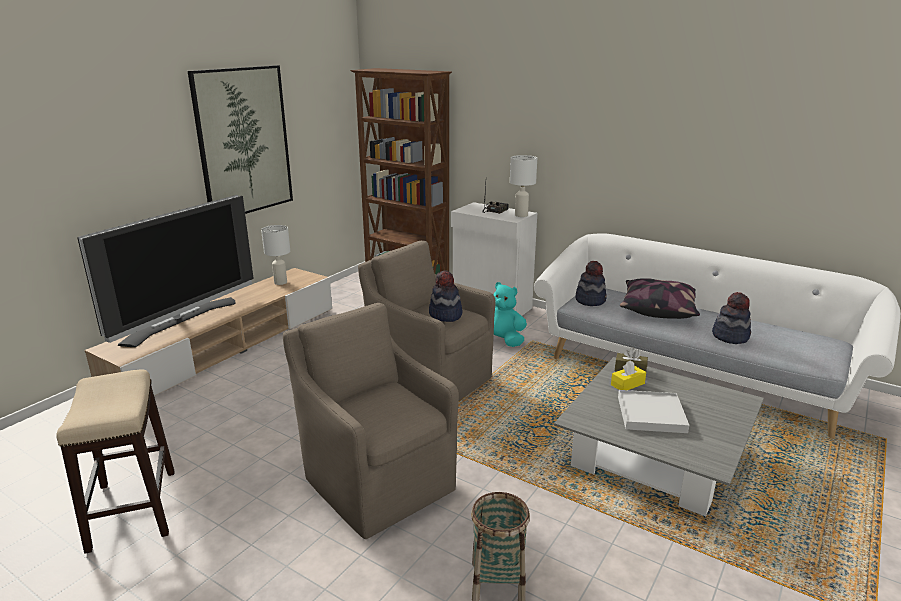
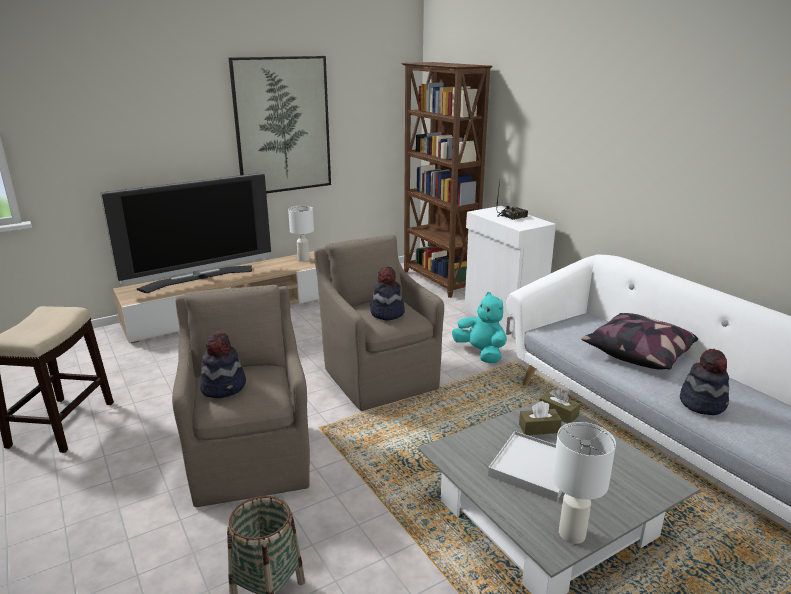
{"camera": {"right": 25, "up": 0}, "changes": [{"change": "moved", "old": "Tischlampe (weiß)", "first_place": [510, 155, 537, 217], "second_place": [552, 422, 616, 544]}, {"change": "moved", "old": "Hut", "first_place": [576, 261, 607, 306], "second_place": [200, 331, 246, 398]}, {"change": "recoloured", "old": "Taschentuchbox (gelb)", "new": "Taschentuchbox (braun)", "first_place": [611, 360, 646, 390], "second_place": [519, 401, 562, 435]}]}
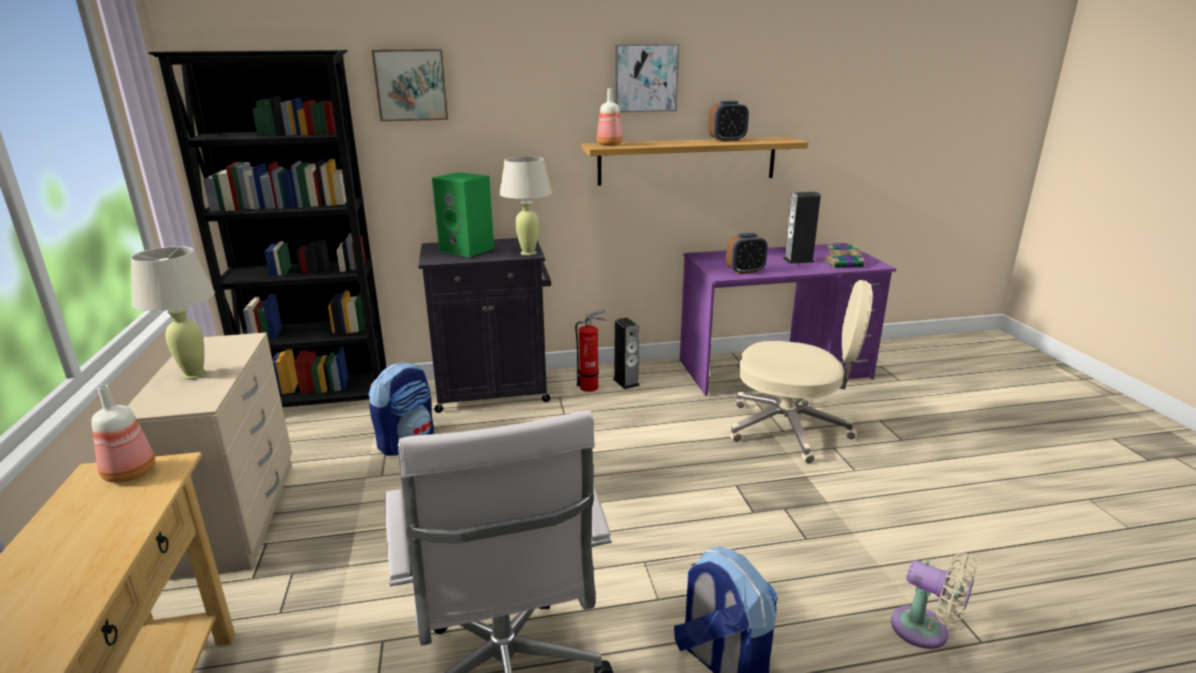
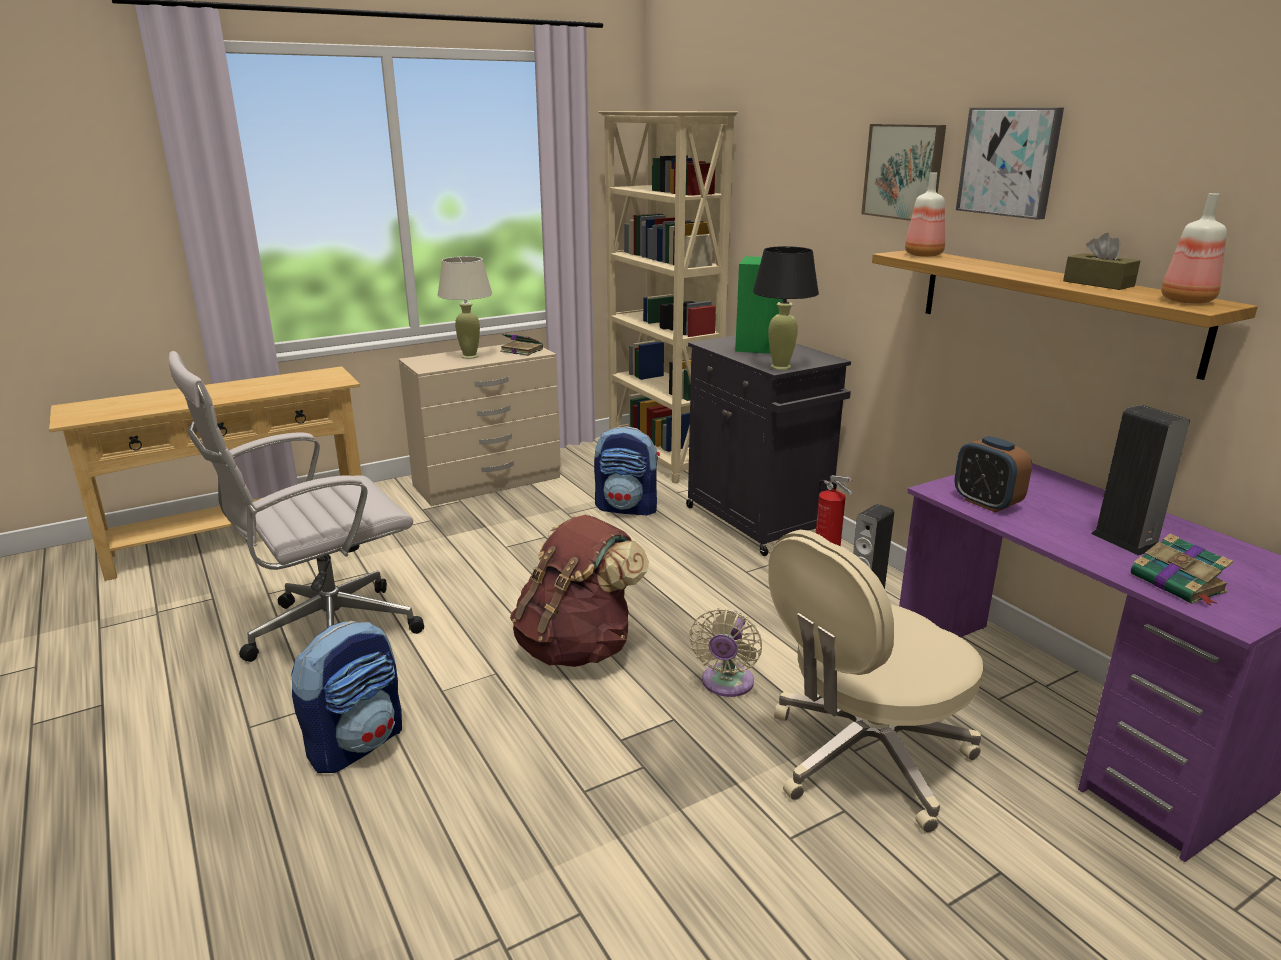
{"camera": {"right": 70, "up": 0}, "changes": [{"change": "moved", "old": "Flasche", "first_place": [91, 385, 155, 483], "second_place": [1161, 193, 1227, 304]}, {"change": "recoloured", "old": "Bücherregal (schwarz)", "new": "Bücherregal (beige)", "first_place": [148, 50, 387, 408], "second_place": [598, 111, 738, 484]}, {"change": "moved", "old": "Bild", "first_place": [372, 49, 448, 121], "second_place": [861, 124, 946, 221]}, {"change": "recoloured", "old": "Tischlampe (beige)", "new": "Tischlampe (schwarz)", "first_place": [499, 156, 552, 255], "second_place": [753, 246, 819, 370]}, {"change": "replaced", "old": "Wecker", "new": "Taschentuchbox (braun)", "first_place": [708, 101, 749, 142], "second_place": [1063, 233, 1140, 290]}, {"change": "turned", "old": "Bürostuhl (beige)", "first_place": [730, 280, 873, 464], "second_place": [768, 530, 984, 833], "degrees": 60}, {"change": "moved", "old": "Ventilator (beige)", "first_place": [891, 553, 977, 649], "second_place": [689, 608, 762, 697]}, {"change": "added", "new": "Buch", "second_place": [500, 333, 543, 356]}, {"change": "added", "new": "Rucksack (braun)", "second_place": [510, 515, 649, 667]}]}
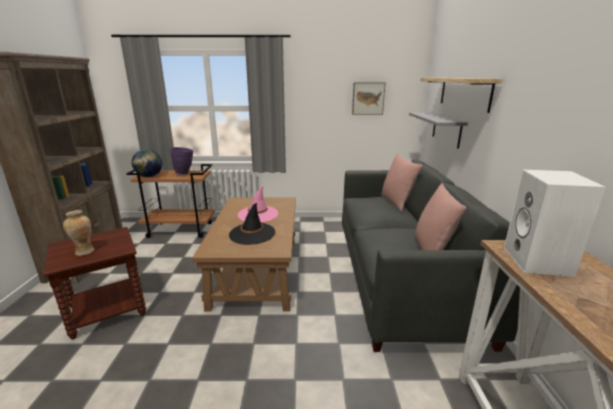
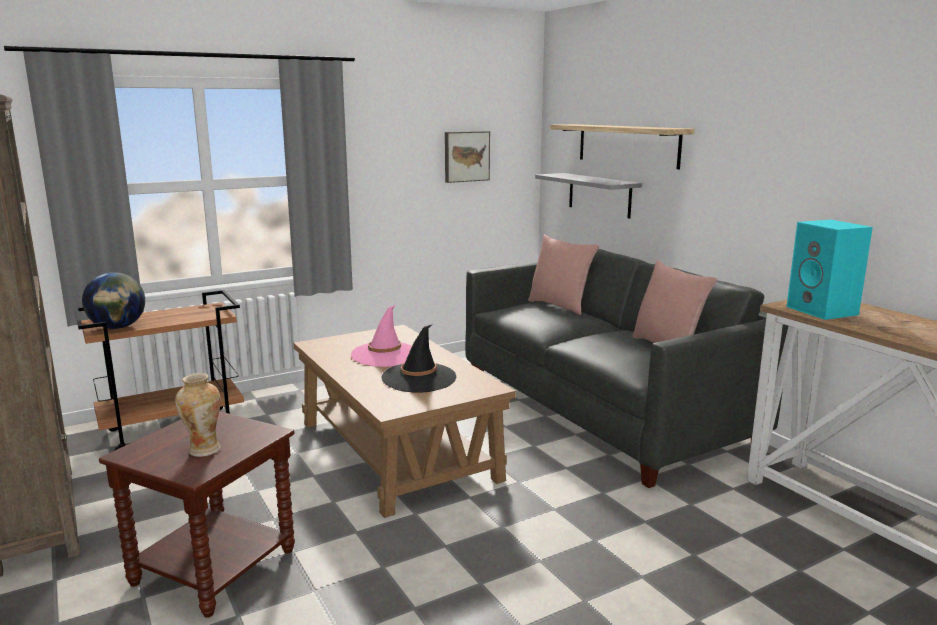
{"camera": {"right": -30, "up": -5}, "changes": [{"change": "removed", "old": "Vase (lila)", "first_place": [171, 147, 193, 174]}, {"change": "recoloured", "old": "Lautsprecher (weiß)", "new": "Lautsprecher (türkis)", "first_place": [504, 170, 606, 277], "second_place": [787, 220, 873, 320]}]}
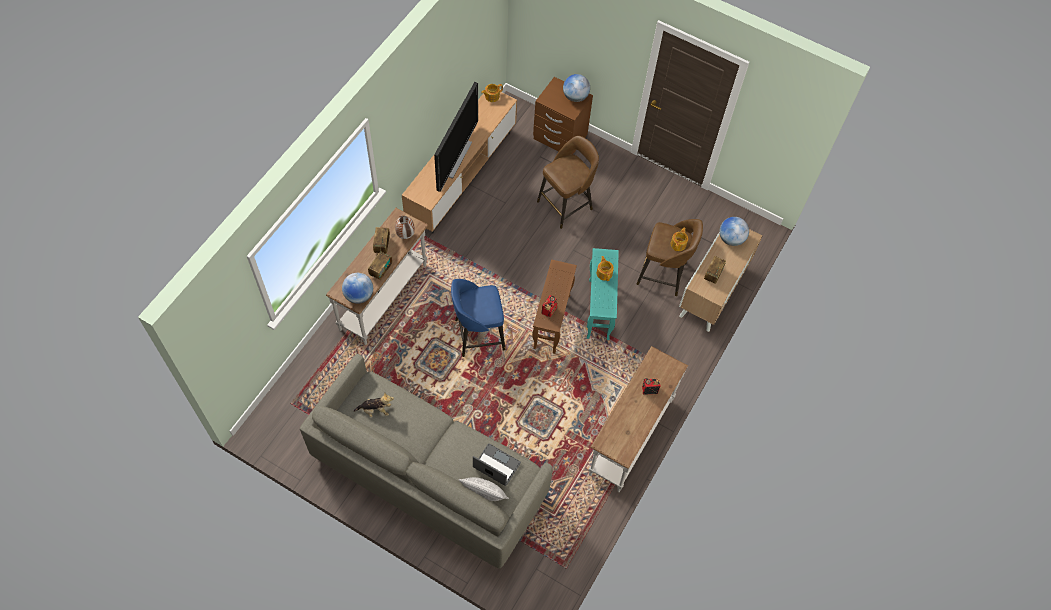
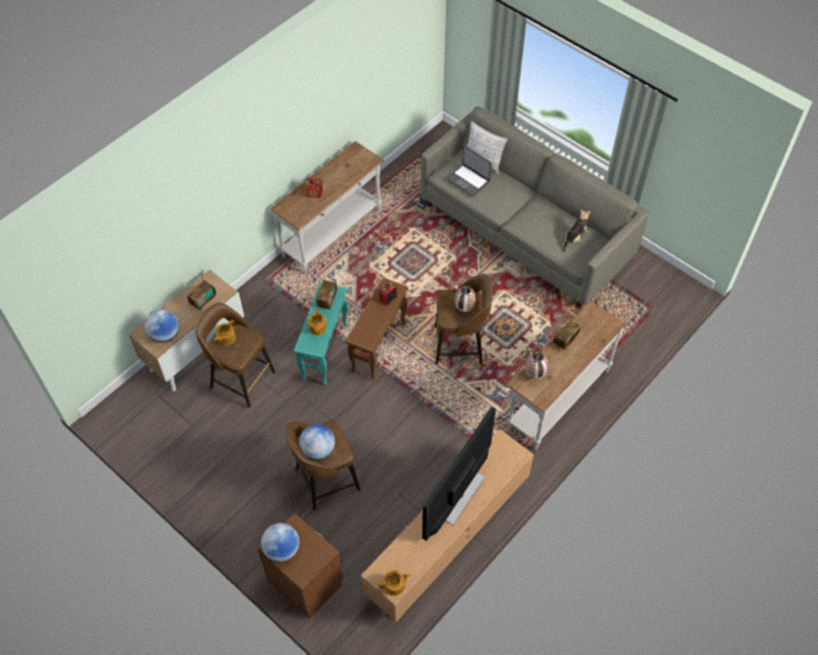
{"camera": {"right": -165, "up": -5}, "changes": [{"change": "moved", "old": "Globus", "first_place": [342, 273, 373, 304], "second_place": [299, 424, 335, 460]}, {"change": "turned", "old": "Plüschtier", "first_place": [354, 393, 394, 417], "second_place": [563, 210, 590, 252], "degrees": 120}, {"change": "moved", "old": "Radio", "first_place": [373, 227, 390, 254], "second_place": [316, 274, 337, 310]}, {"change": "recoloured", "old": "Hocker (blau)", "new": "Hocker (braun)", "first_place": [451, 279, 506, 357], "second_place": [434, 274, 493, 365]}, {"change": "added", "new": "Vase", "second_place": [455, 286, 476, 312]}]}
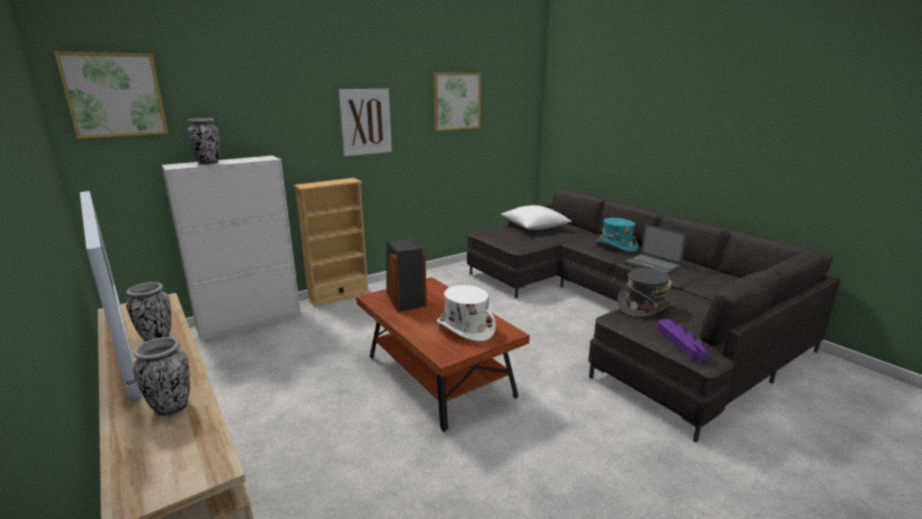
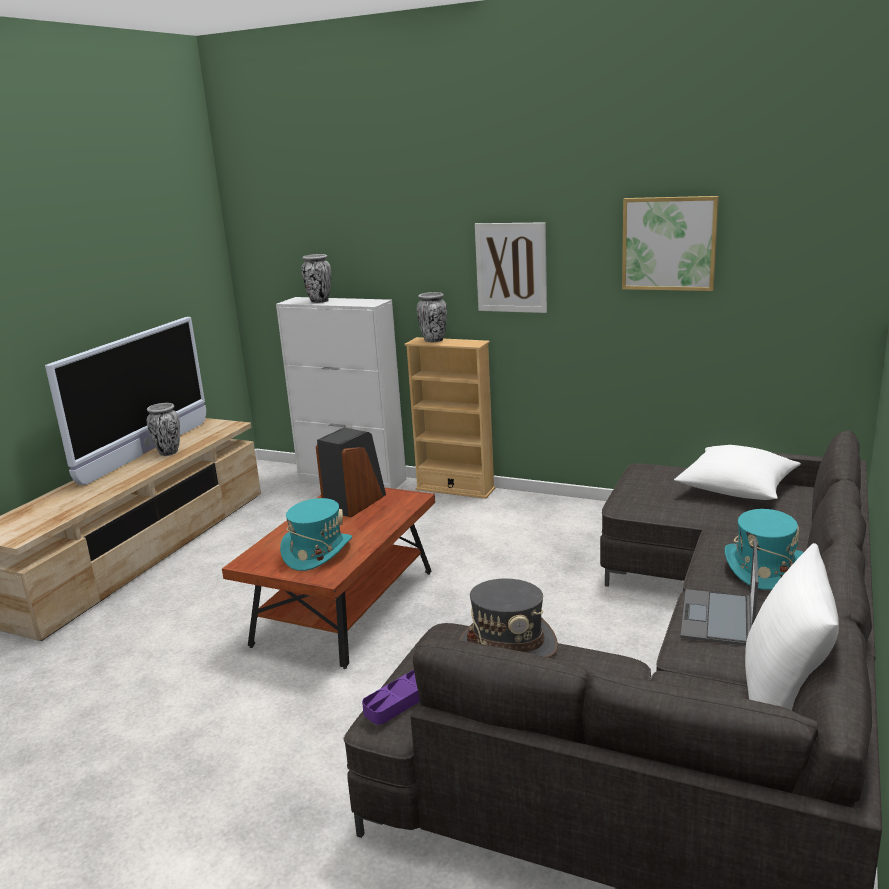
{"camera": {"right": 60, "up": 0}, "changes": [{"change": "removed", "old": "Bild", "first_place": [54, 52, 169, 139]}, {"change": "moved", "old": "Vase", "first_place": [133, 337, 190, 416], "second_place": [417, 292, 447, 342]}, {"change": "recoloured", "old": "Hut (weiß)", "new": "Hut (türkis)", "first_place": [437, 285, 496, 341], "second_place": [280, 498, 352, 571]}, {"change": "added", "new": "Kissen (weiß)", "second_place": [745, 543, 839, 711]}]}
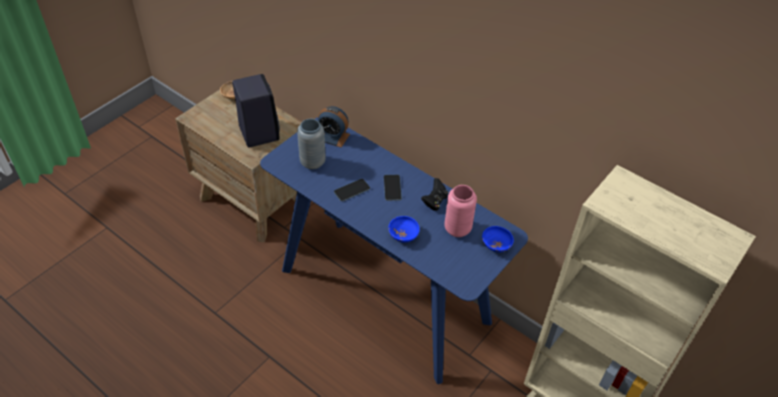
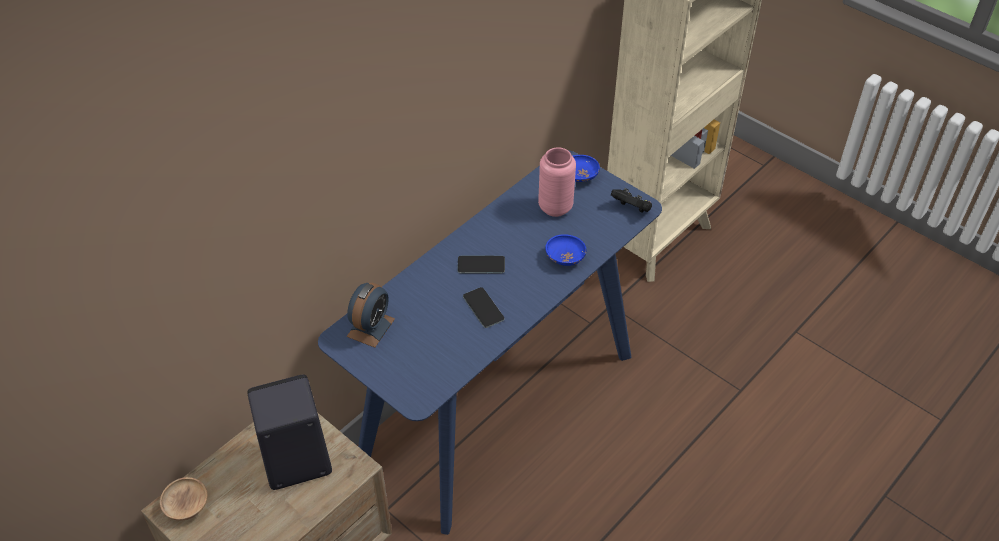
{"camera": {"right": -85, "up": 0}, "changes": [{"change": "removed", "old": "Vase (grau)", "first_place": [297, 119, 326, 170]}, {"change": "moved", "old": "Gamepad (schwarz)", "first_place": [421, 178, 448, 211], "second_place": [611, 188, 652, 213]}]}
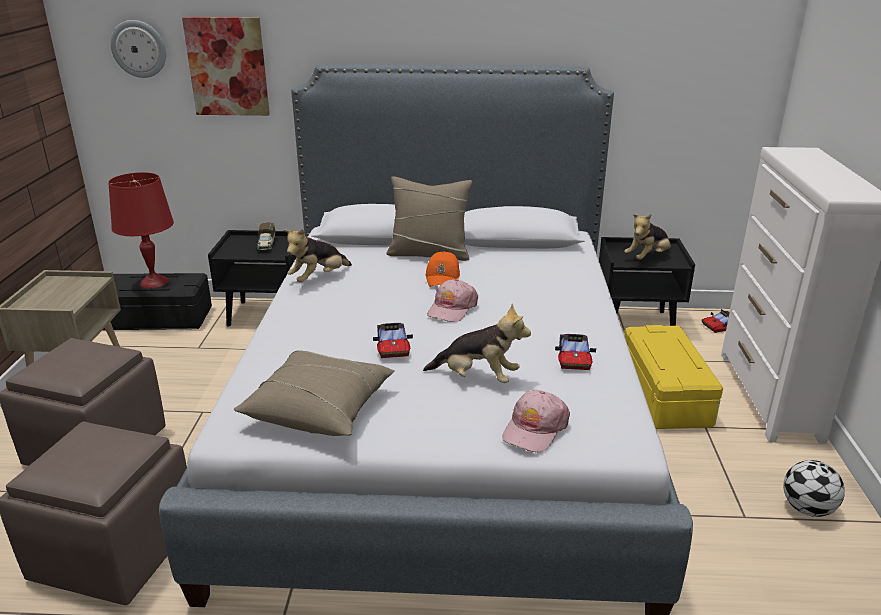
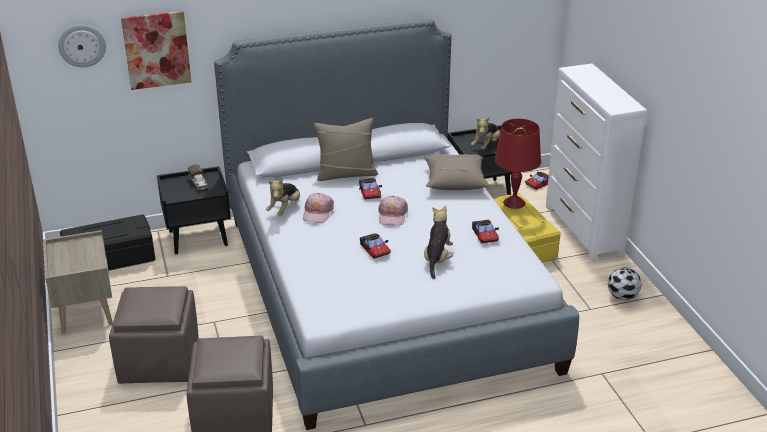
{"camera": {"right": -20, "up": 5}, "changes": [{"change": "moved", "old": "Tischlampe (rot)", "first_place": [108, 172, 174, 289], "second_place": [494, 119, 541, 209]}, {"change": "moved", "old": "Kissen (beige)", "first_place": [234, 350, 395, 436], "second_place": [424, 154, 490, 190]}, {"change": "turned", "old": "Plüschtier", "first_place": [423, 304, 531, 383], "second_place": [424, 205, 453, 279], "degrees": -75}, {"change": "replaced", "old": "Kappe (orange)", "new": "Spielzeugauto", "first_place": [425, 251, 460, 287], "second_place": [359, 178, 382, 199]}, {"change": "moved", "old": "Kappe (rosa)", "first_place": [502, 390, 570, 452], "second_place": [303, 193, 334, 223]}]}
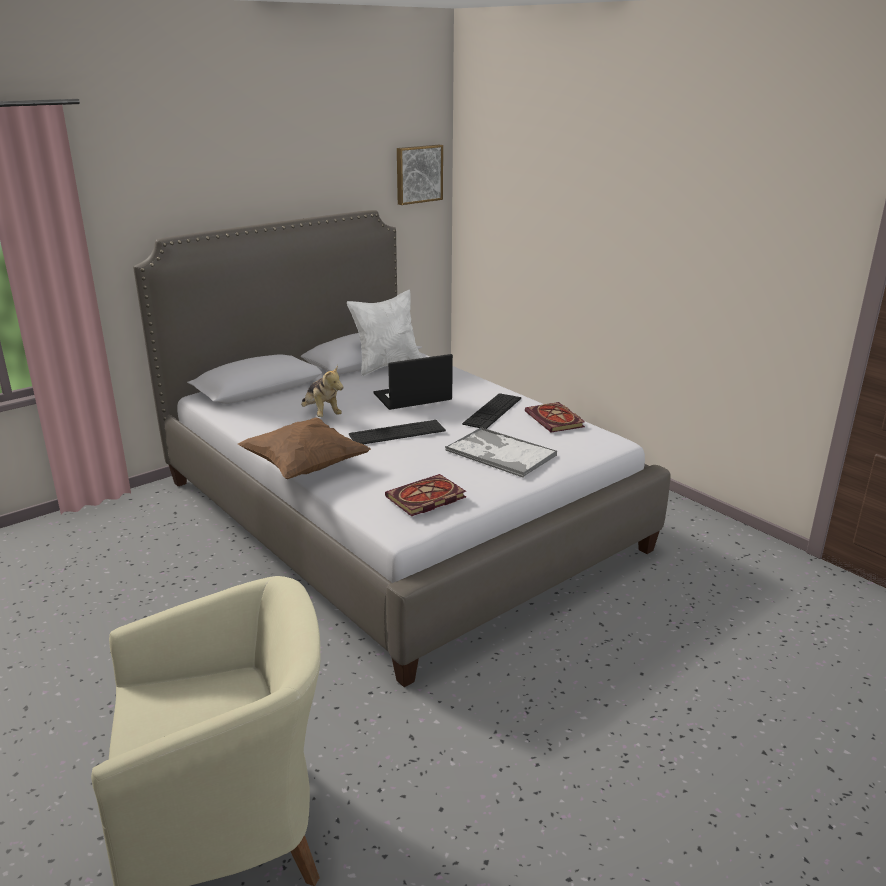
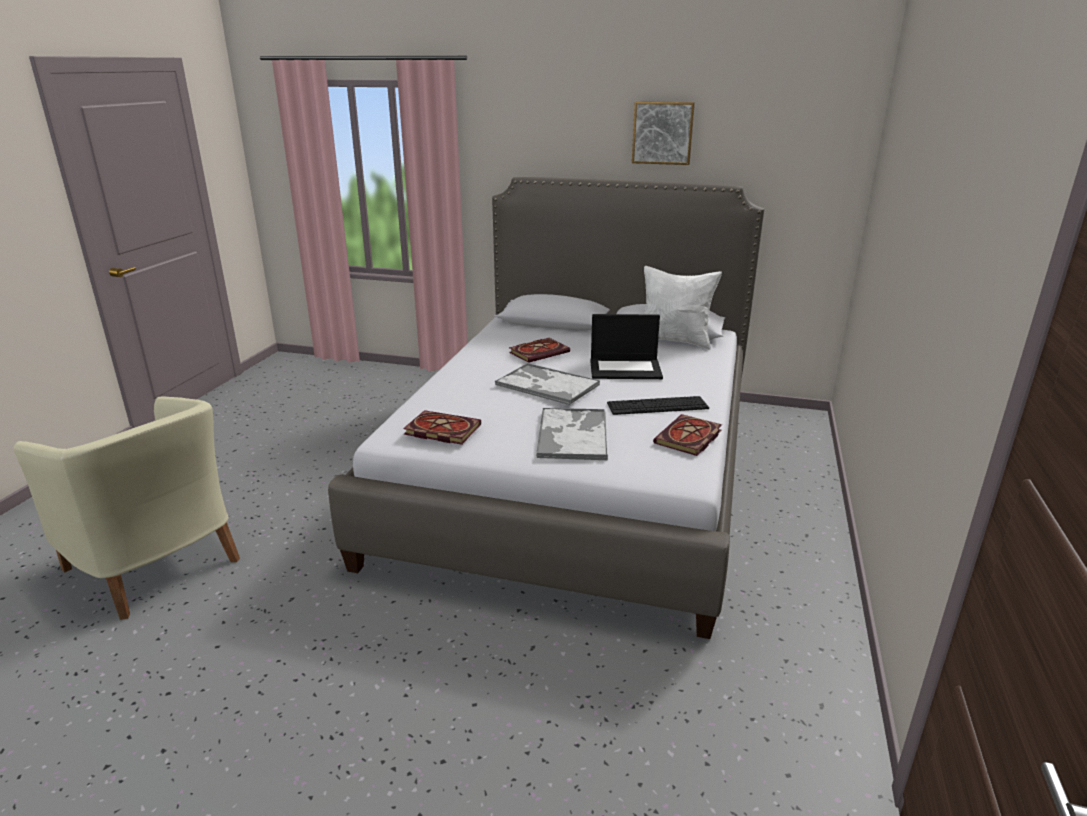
{"camera": {"right": 55, "up": 0}, "changes": [{"change": "removed", "old": "Kissen (braun)", "first_place": [238, 417, 371, 479]}, {"change": "replaced", "old": "Plüschtier", "new": "Buch", "first_place": [301, 365, 343, 417], "second_place": [509, 338, 570, 363]}, {"change": "replaced", "old": "Tastatur", "new": "Tablett", "first_place": [349, 420, 446, 444], "second_place": [495, 363, 600, 405]}, {"change": "turned", "old": "Laptop", "first_place": [373, 354, 453, 410], "second_place": [590, 314, 663, 379], "degrees": 150}, {"change": "moved", "old": "Bild", "first_place": [397, 145, 443, 205], "second_place": [632, 101, 695, 165]}]}
